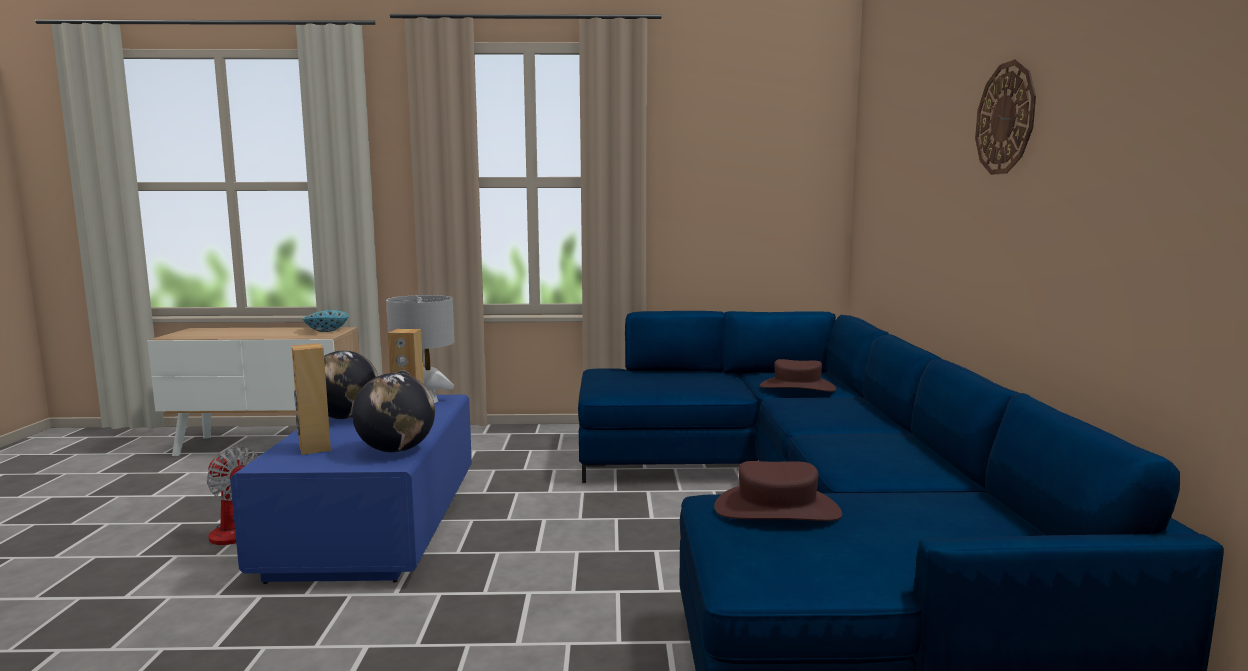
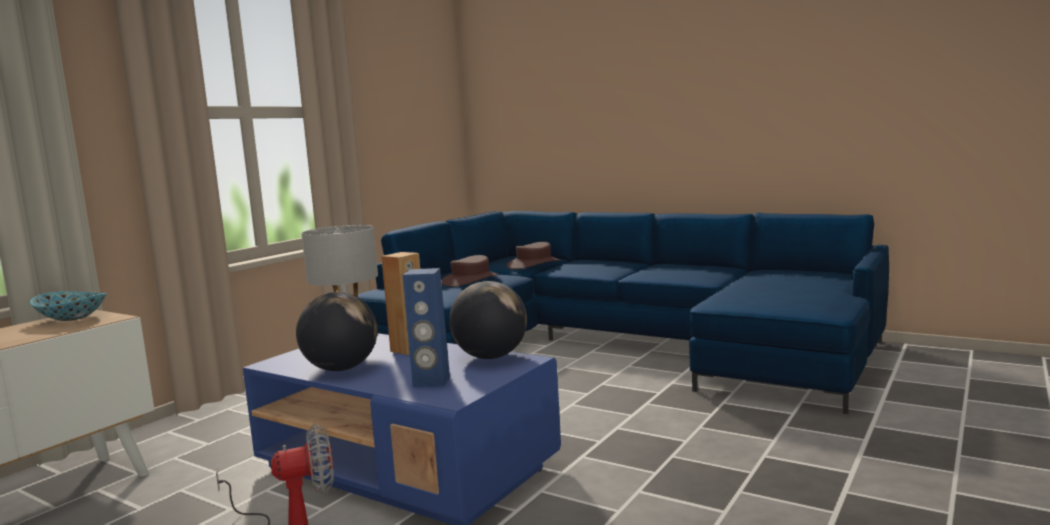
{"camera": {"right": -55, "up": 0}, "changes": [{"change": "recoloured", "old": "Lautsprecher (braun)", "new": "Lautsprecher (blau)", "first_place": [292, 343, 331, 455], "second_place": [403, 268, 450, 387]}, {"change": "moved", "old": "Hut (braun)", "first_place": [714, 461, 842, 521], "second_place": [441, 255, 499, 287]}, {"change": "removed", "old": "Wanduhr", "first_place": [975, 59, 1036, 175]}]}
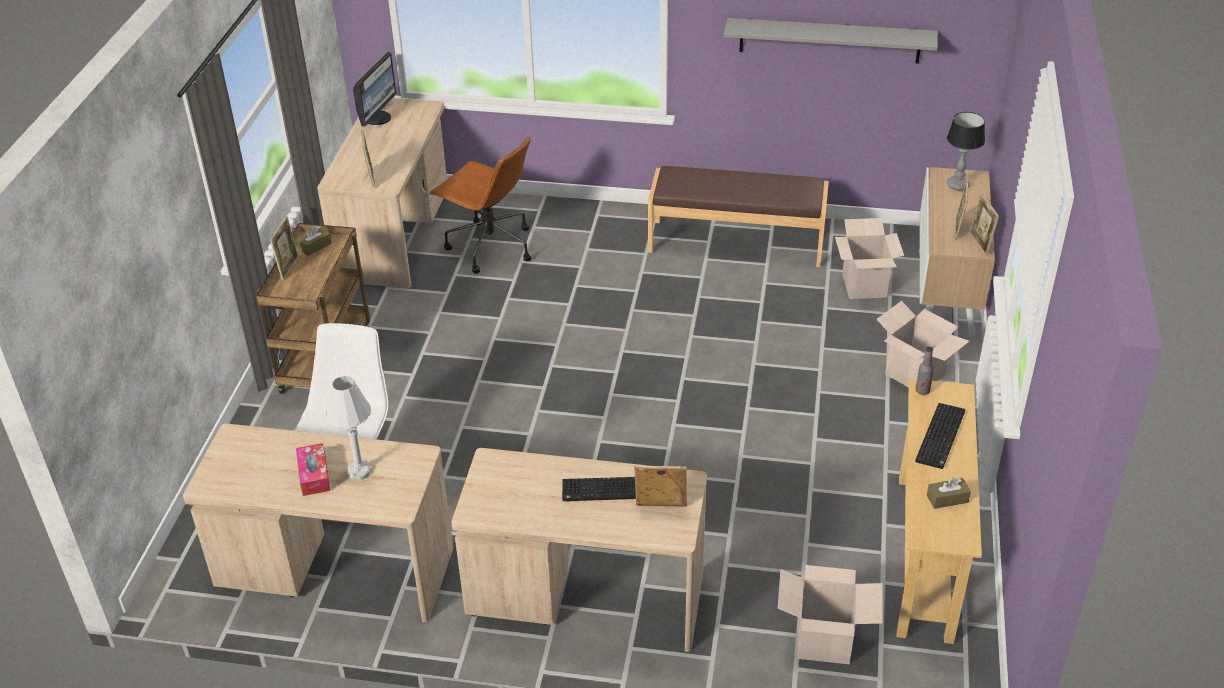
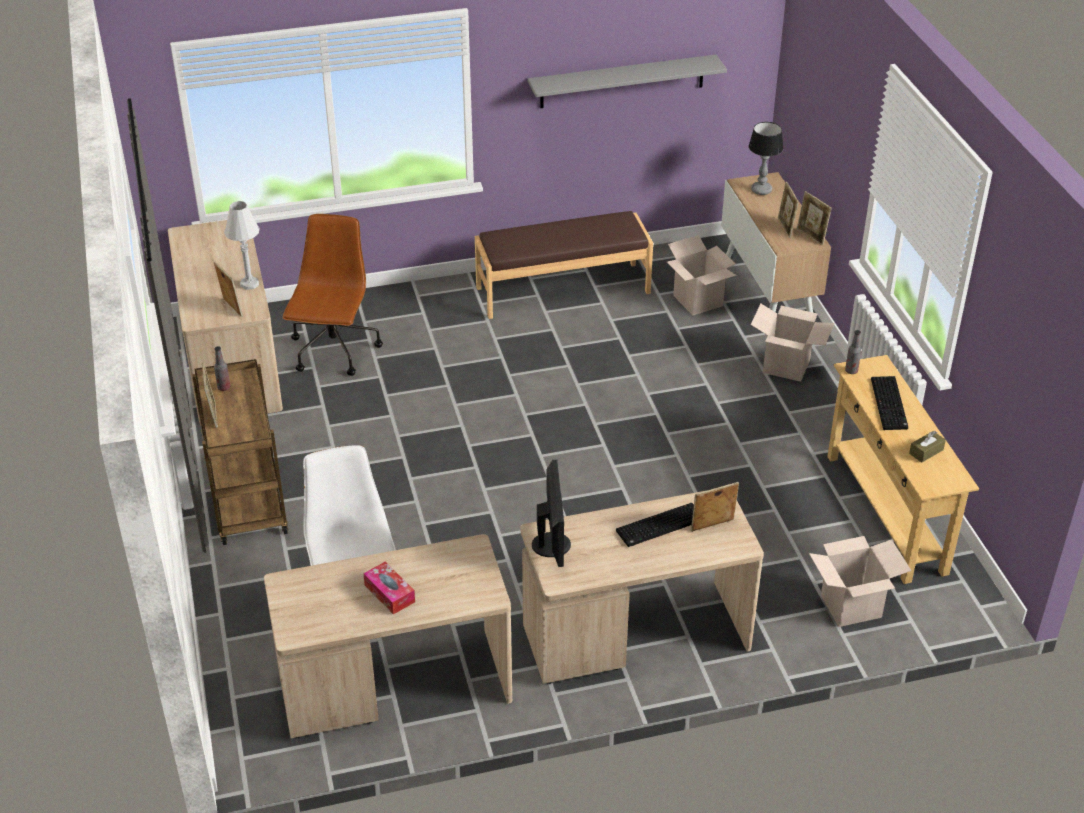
{"camera": {"right": -25, "up": 0}, "changes": [{"change": "replaced", "old": "Taschentuchbox (braun)", "new": "Flasche", "first_place": [297, 226, 332, 256], "second_place": [214, 346, 231, 391]}, {"change": "moved", "old": "Tischlampe (weiß)", "first_place": [326, 376, 372, 480], "second_place": [224, 201, 260, 290]}, {"change": "moved", "old": "Monitor", "first_place": [353, 52, 397, 127], "second_place": [532, 460, 571, 567]}, {"change": "turned", "old": "Bürostuhl (braun)", "first_place": [429, 137, 532, 274], "second_place": [282, 214, 383, 376], "degrees": -90}]}
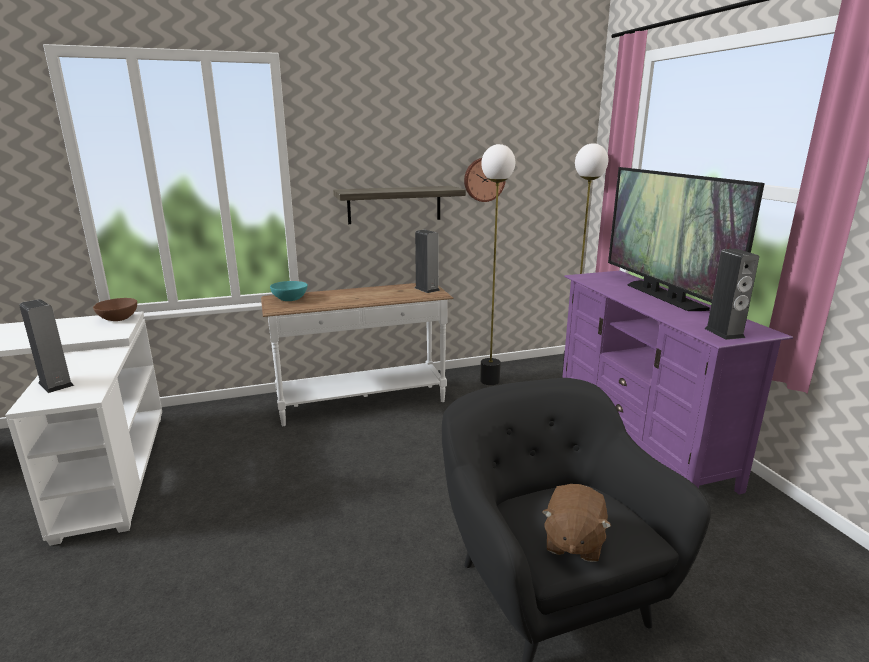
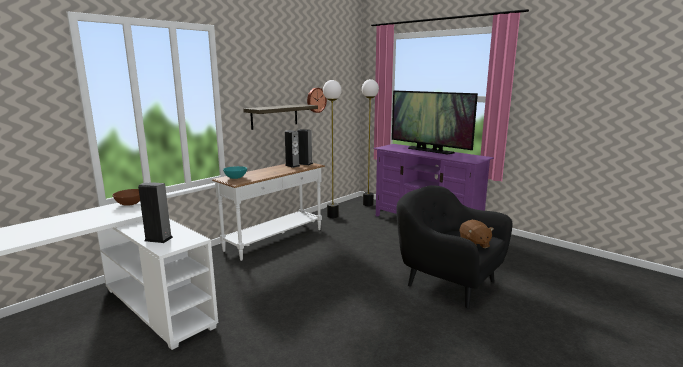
{"camera": {"right": -30, "up": -5}, "changes": [{"change": "moved", "old": "Lautsprecher", "first_place": [704, 249, 759, 340], "second_place": [285, 130, 300, 168]}]}
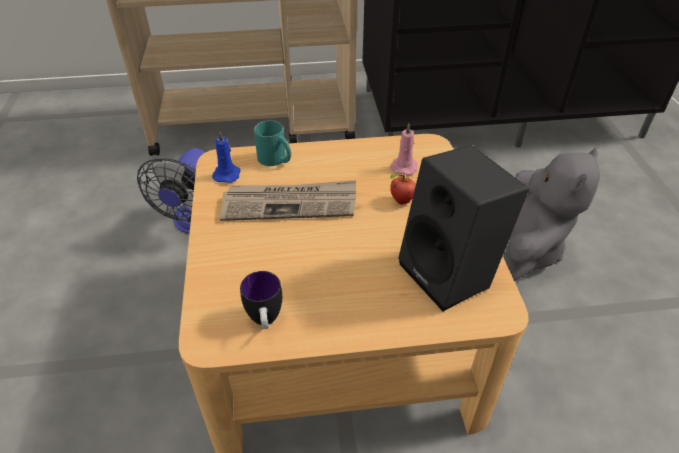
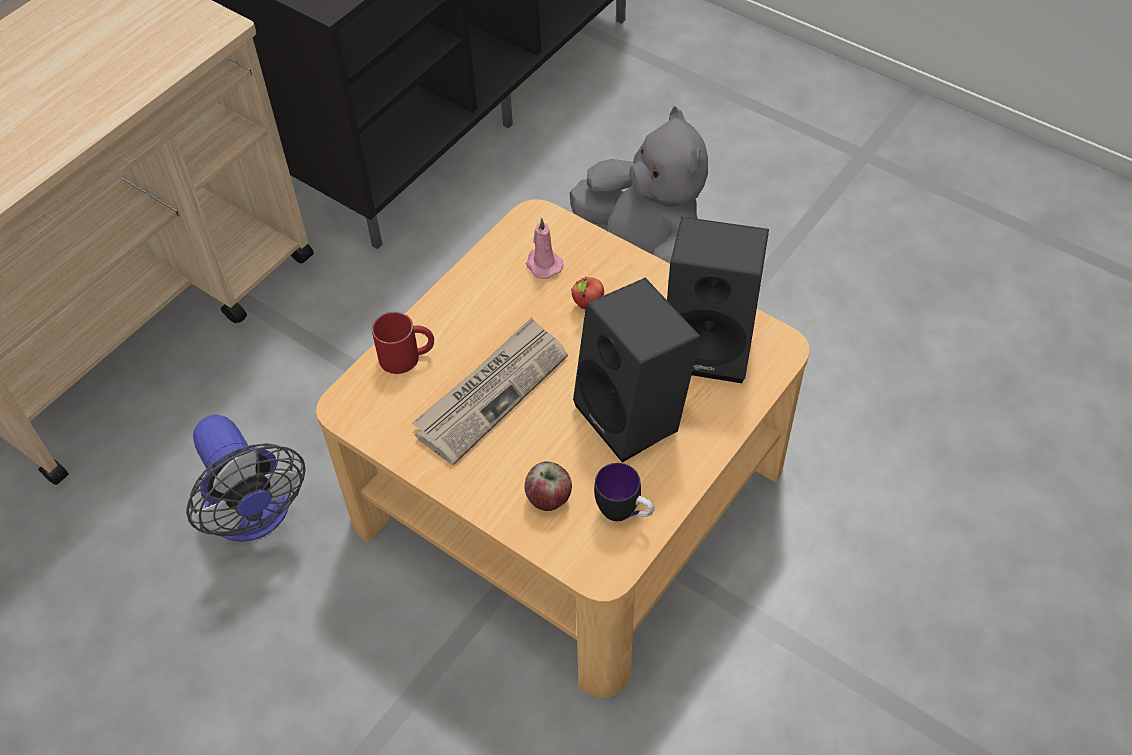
{"camera": {"right": -45, "up": 10}, "changes": [{"change": "removed", "old": "Kerze (blau)", "first_place": [212, 130, 241, 183]}, {"change": "recoloured", "old": "Henkelbecher (türkis)", "new": "Henkelbecher (rot)", "first_place": [254, 120, 291, 166], "second_place": [372, 312, 434, 374]}, {"change": "added", "new": "Apfel", "second_place": [524, 461, 572, 511]}, {"change": "added", "new": "Lautsprecher (schwarz)", "second_place": [573, 278, 701, 463]}]}
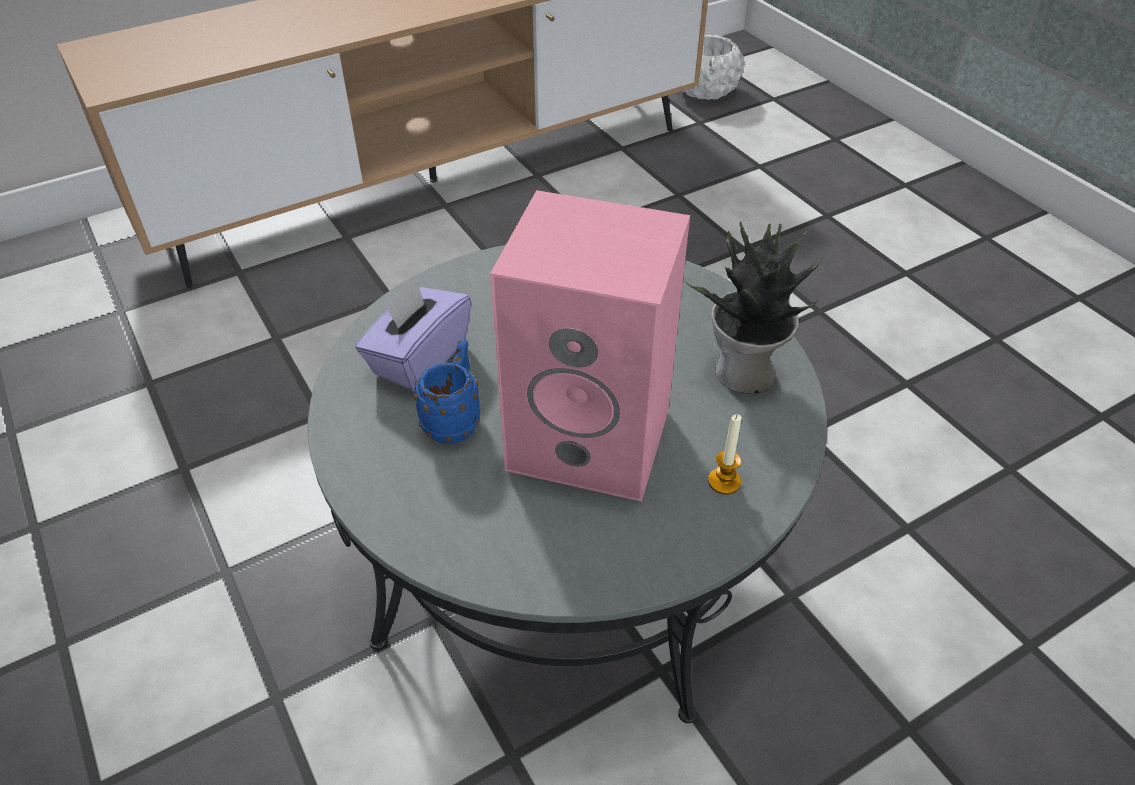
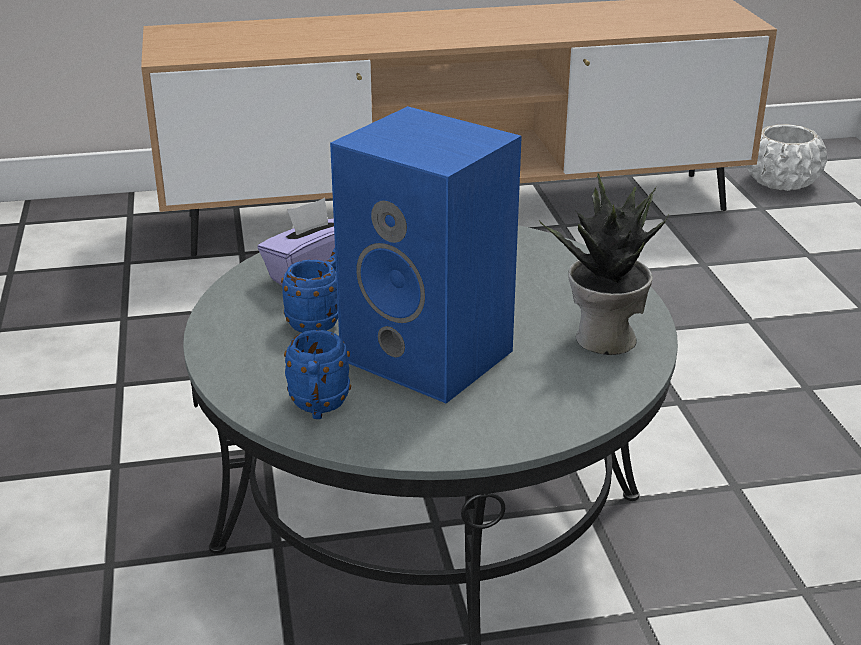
{"camera": {"right": 20, "up": -15}, "changes": [{"change": "recoloured", "old": "Lautsprecher (rosa)", "new": "Lautsprecher (blau)", "first_place": [490, 190, 690, 502], "second_place": [330, 106, 522, 403]}, {"change": "removed", "old": "Kerze", "first_place": [708, 414, 742, 494]}, {"change": "added", "new": "Henkelbecher (blau)", "second_place": [284, 330, 351, 419]}]}
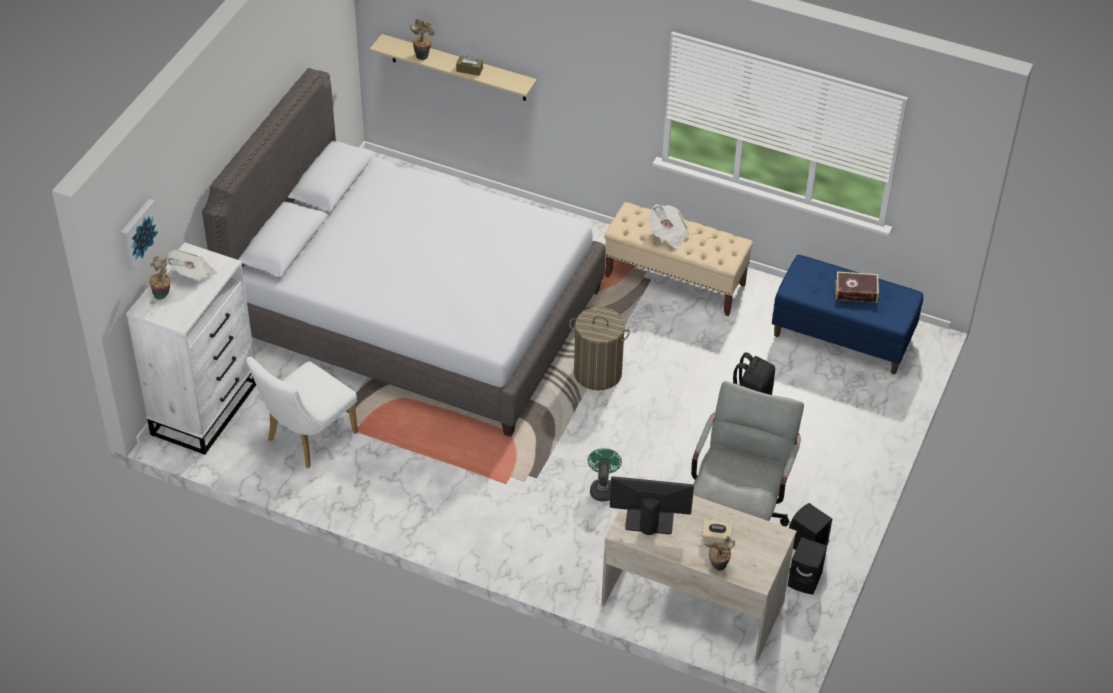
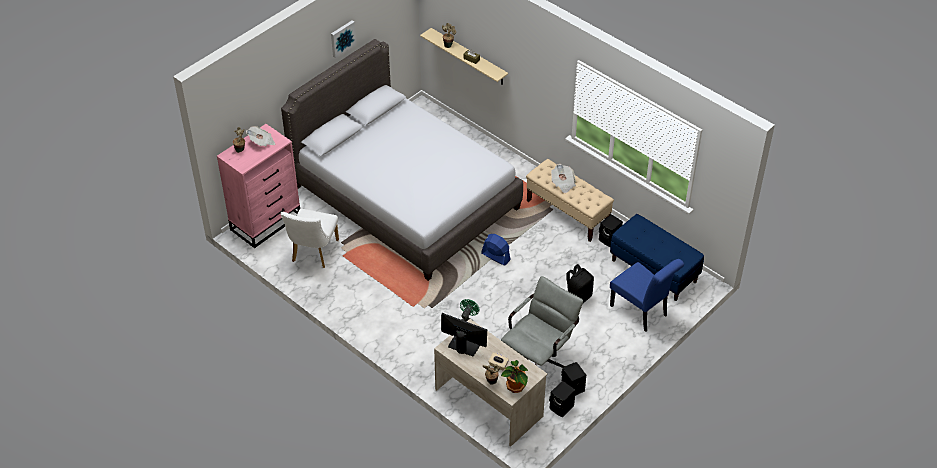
{"camera": {"right": 20, "up": 0}, "changes": [{"change": "moved", "old": "Bild", "first_place": [121, 199, 161, 272], "second_place": [331, 20, 356, 58]}, {"change": "recoloured", "old": "Kommode (weiß)", "new": "Kommode (rosa)", "first_place": [126, 242, 256, 455], "second_place": [217, 124, 300, 248]}, {"change": "turned", "old": "Stuhl (weiß)", "first_place": [246, 357, 358, 468], "second_place": [281, 209, 339, 268], "degrees": -45}, {"change": "replaced", "old": "Wäschekorb", "new": "Ventilator (blau)", "first_place": [569, 307, 630, 391], "second_place": [481, 234, 511, 266]}, {"change": "removed", "old": "Buch", "first_place": [836, 272, 879, 303]}, {"change": "added", "new": "Topfpflanze", "second_place": [501, 360, 528, 393]}, {"change": "added", "new": "Lautsprecher (schwarz)", "second_place": [599, 214, 623, 247]}, {"change": "added", "new": "Stuhl (blau)", "second_place": [610, 259, 684, 332]}]}
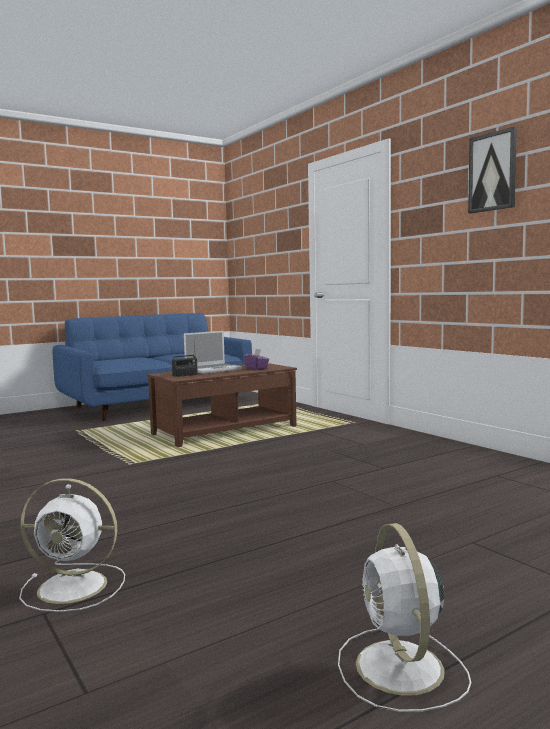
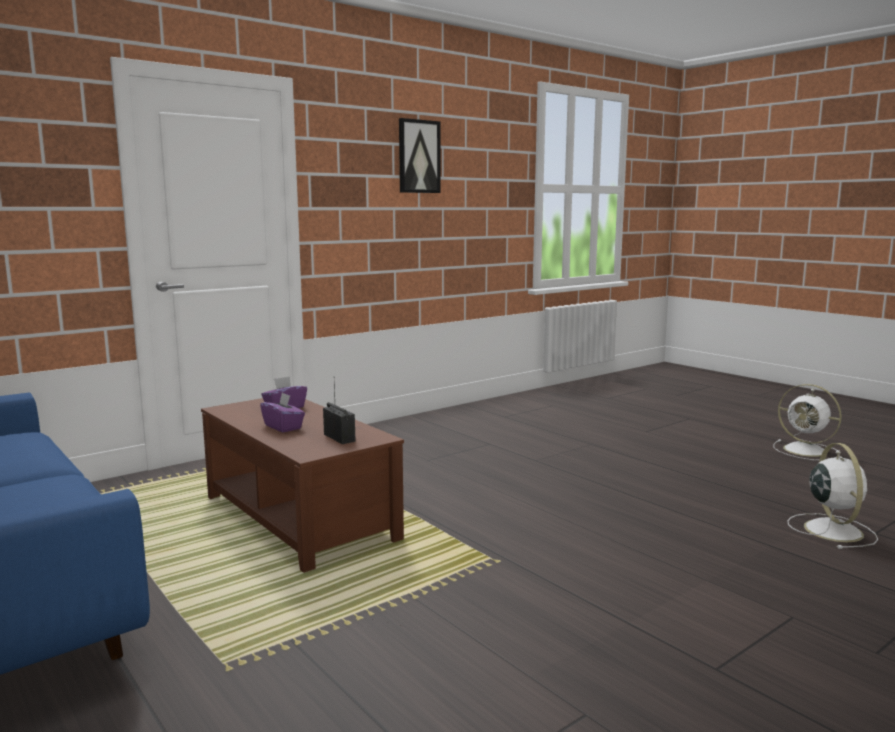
{"camera": {"right": -95, "up": 5}, "changes": [{"change": "replaced", "old": "Laptop", "new": "Taschentuchbox (lila)", "first_place": [184, 331, 243, 374], "second_place": [260, 392, 305, 432]}, {"change": "turned", "old": "Ventilator (weiß)", "first_place": [338, 523, 471, 712], "second_place": [773, 384, 842, 460], "degrees": 60}]}
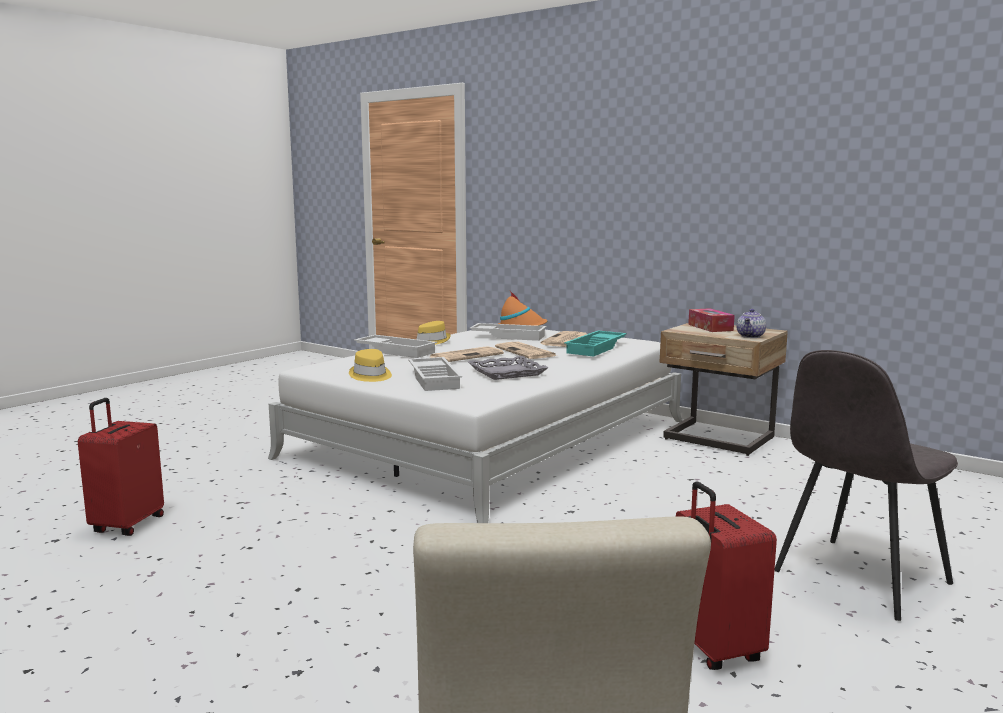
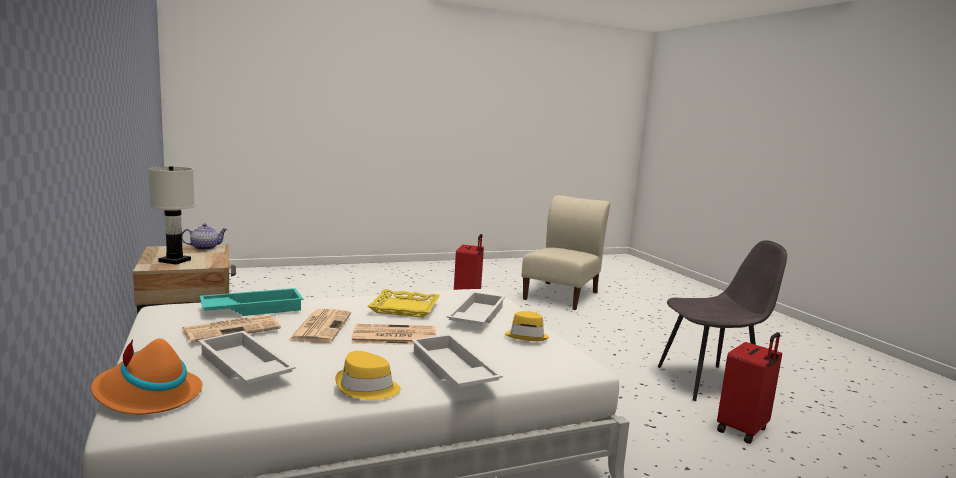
{"camera": {"right": -150, "up": 0}, "changes": [{"change": "recoloured", "old": "Tablett (grau)", "new": "Tablett (gelb)", "first_place": [468, 356, 548, 380], "second_place": [368, 289, 440, 318]}, {"change": "replaced", "old": "Taschentuchbox", "new": "Tischlampe (weiß)", "first_place": [688, 308, 735, 332], "second_place": [148, 166, 195, 265]}, {"change": "moved", "old": "Stuhl (grau)", "first_place": [775, 350, 958, 621], "second_place": [658, 240, 787, 401]}]}
